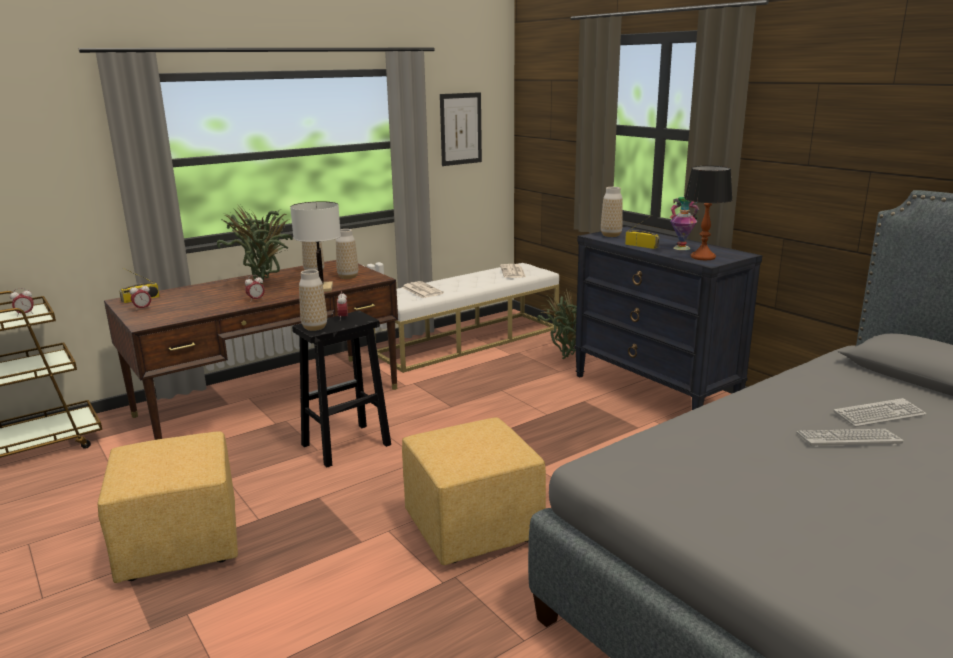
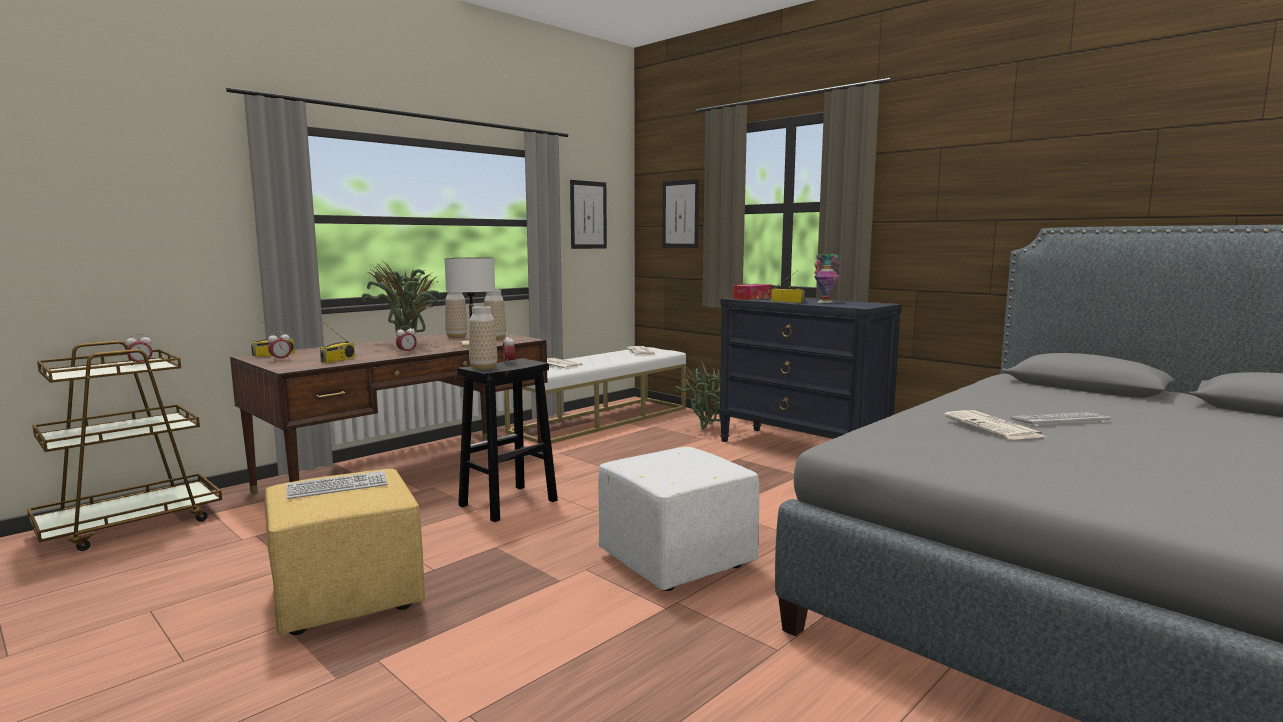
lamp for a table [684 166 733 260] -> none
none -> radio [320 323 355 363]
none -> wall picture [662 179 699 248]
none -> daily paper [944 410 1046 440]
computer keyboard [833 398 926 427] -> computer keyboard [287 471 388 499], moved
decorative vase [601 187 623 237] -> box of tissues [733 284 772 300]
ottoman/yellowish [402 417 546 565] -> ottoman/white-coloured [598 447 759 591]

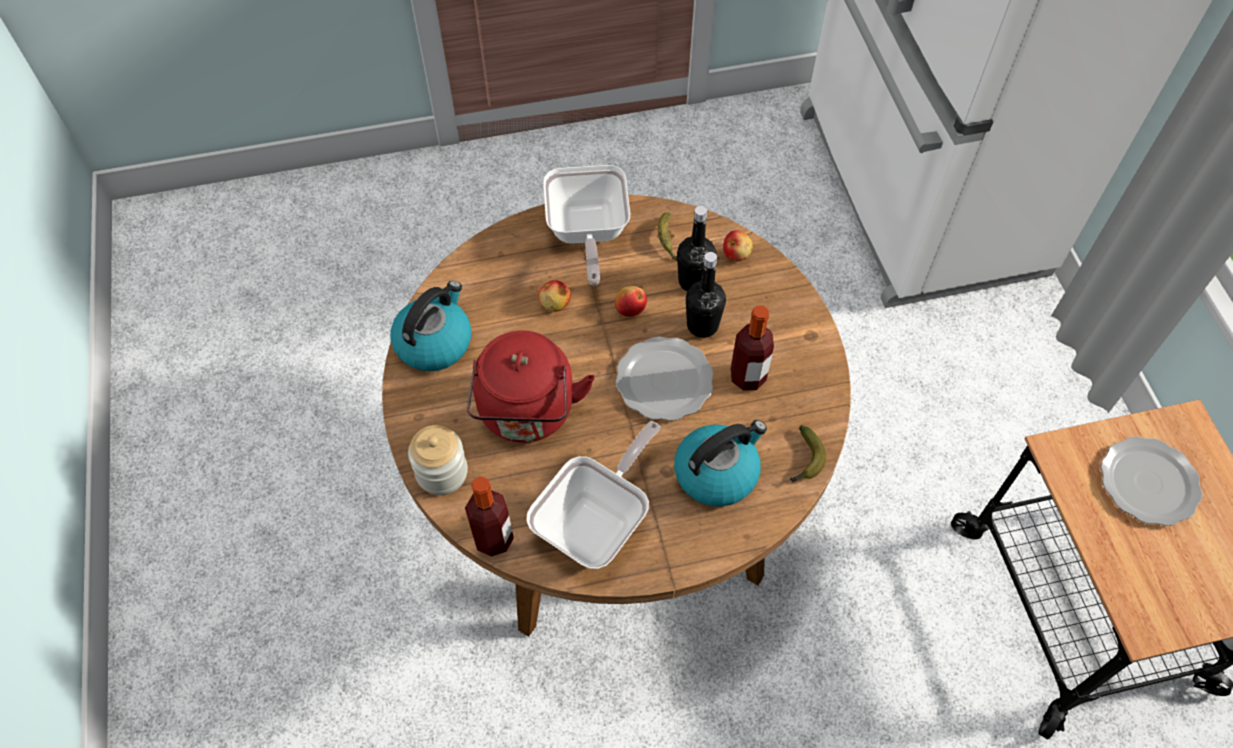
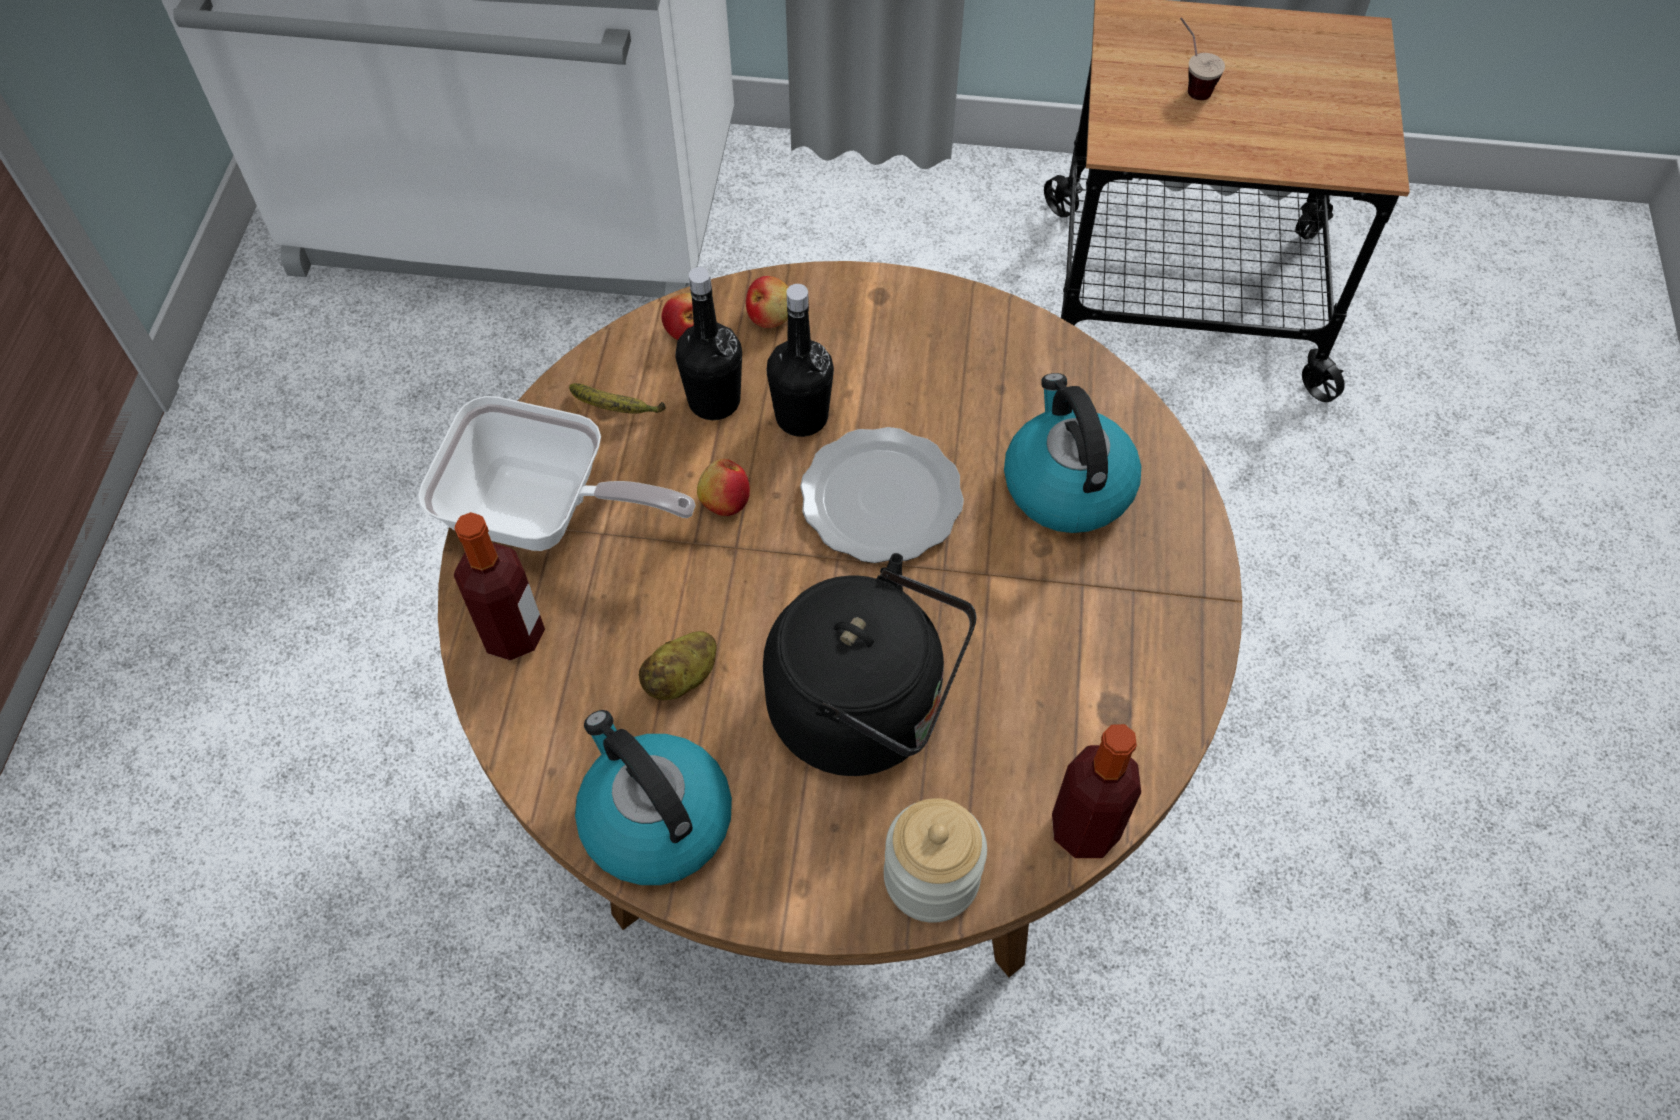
pan [526 421 661 569] -> none
whole banana [790 425 826 483] -> none
none -> potato [639 631 716 700]
whole apple [538 280 571 312] -> whole apple [746 276 788 328], moved
drink bottle [730 306 774 391] -> drink bottle [454 512 545 661], moved
plate [1100 436 1202 526] -> small cup [1180 17 1225 100]
water kettle/red-coloured [467 331 595 443] -> water kettle/black-coloured [763 553 976 776]

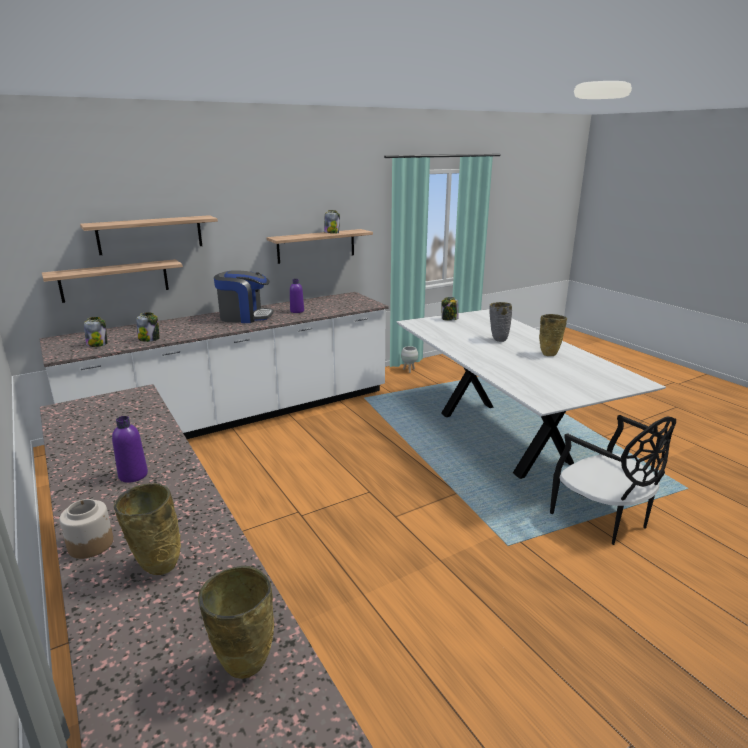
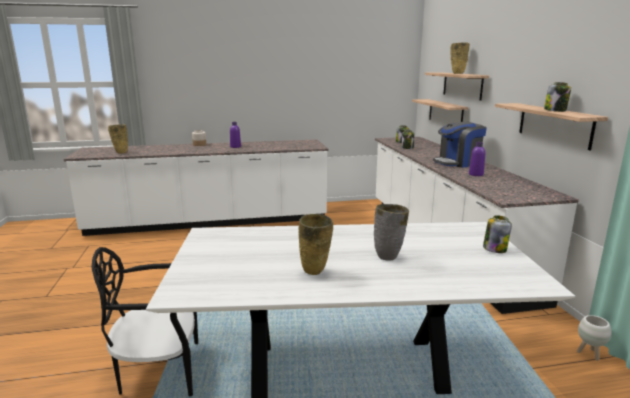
decorative vase/beige [114 483 181 575] -> decorative vase/beige [450 42 469 74], moved
coffee maker [214 270 274 323] -> coffee maker [433 122 487 168], 45 degrees clockwise

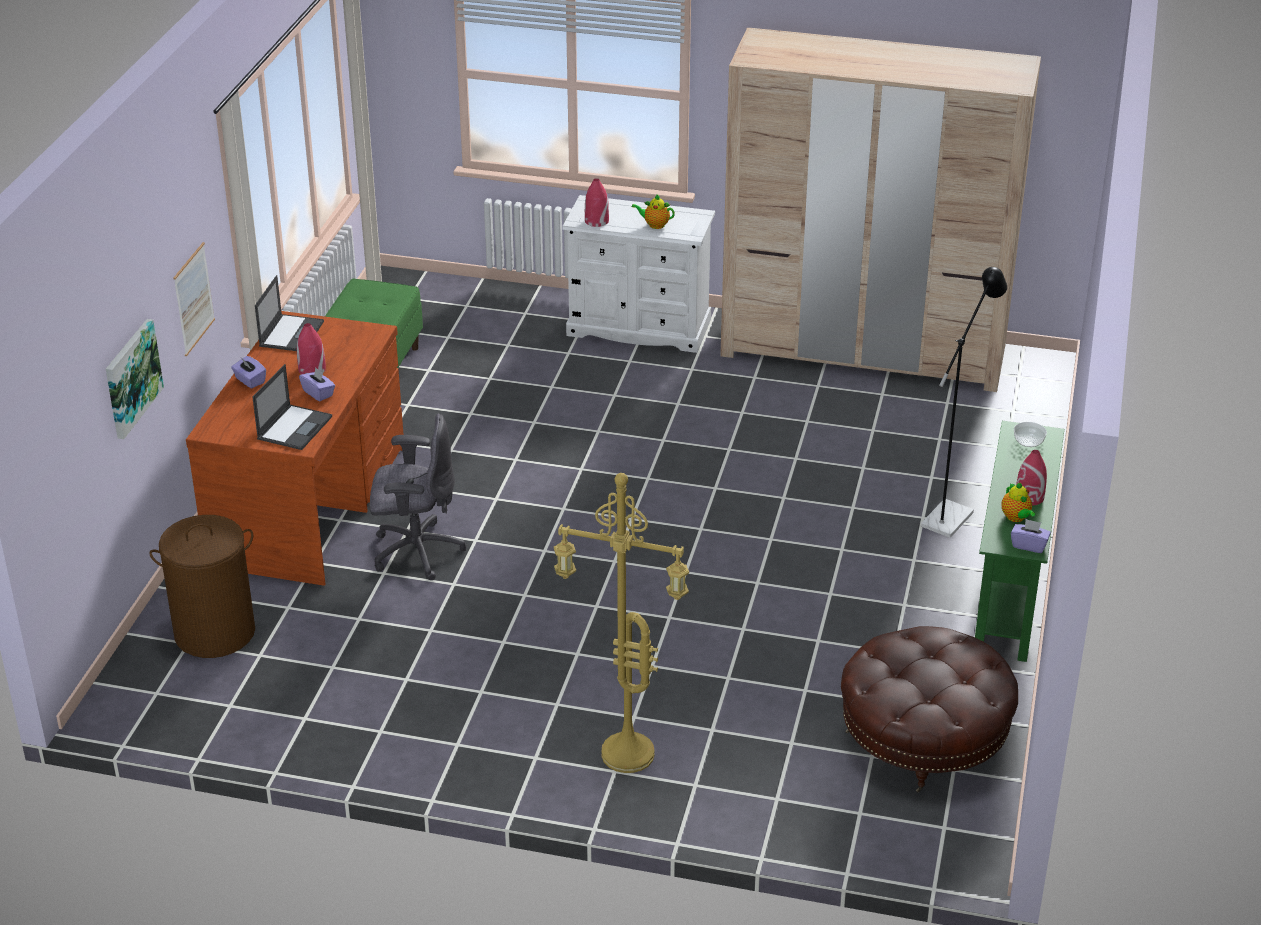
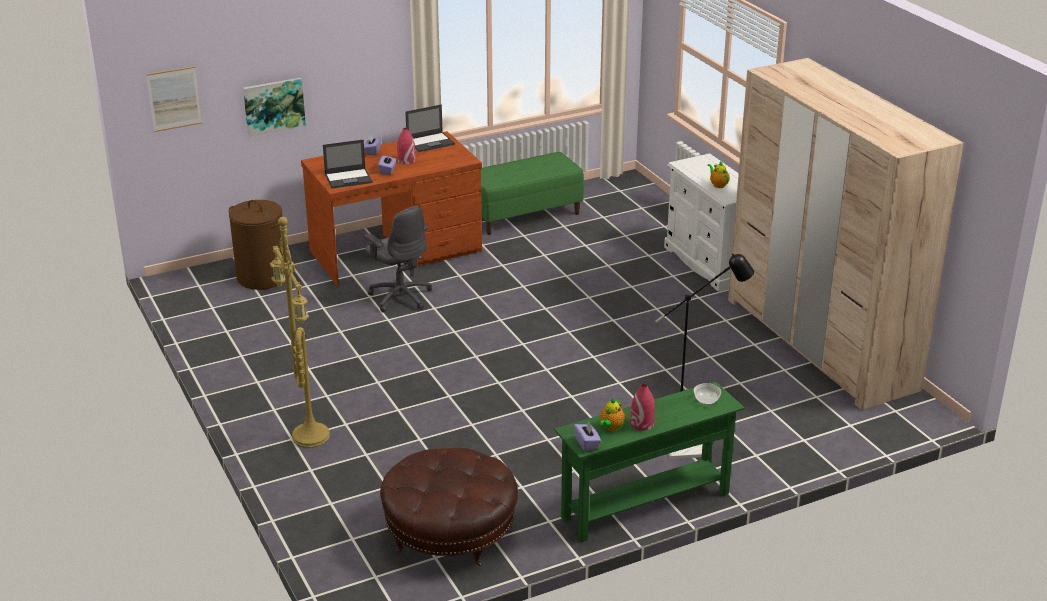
decorative vase/red-coloured [585 178 609 227] -> none
wall picture [174 242 215 356] -> wall picture [146 66 202 132], moved

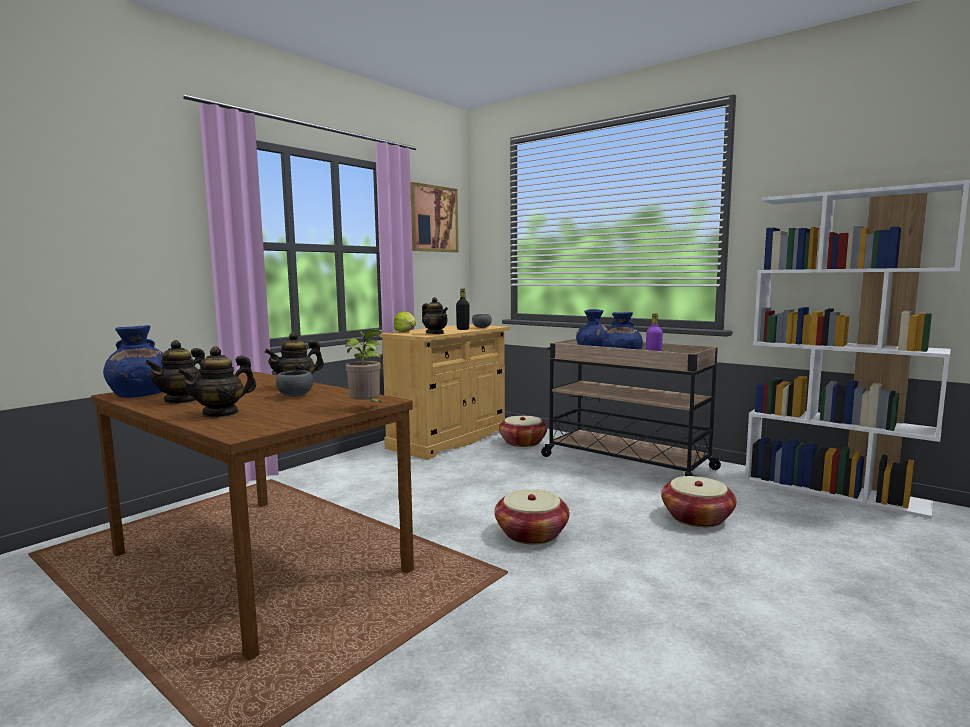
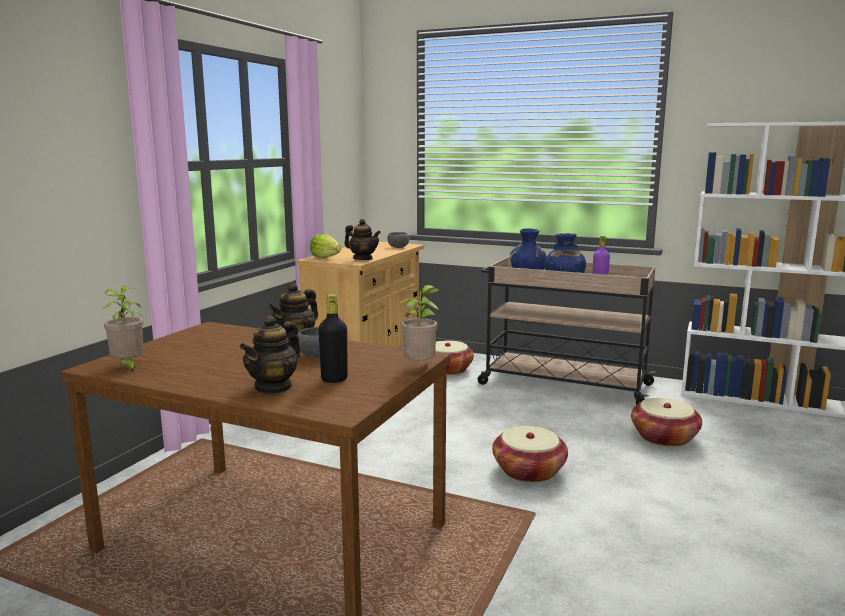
pot for tea [145 340 205 404] -> none
wall picture [410 182 459 252] -> none
drink bottle/black-coloured [456 289 469 330] -> drink bottle/black-coloured [318 294 348 383], moved
decorative vase/bluish [103 325 163 398] -> houseplant [101 286 144 372]

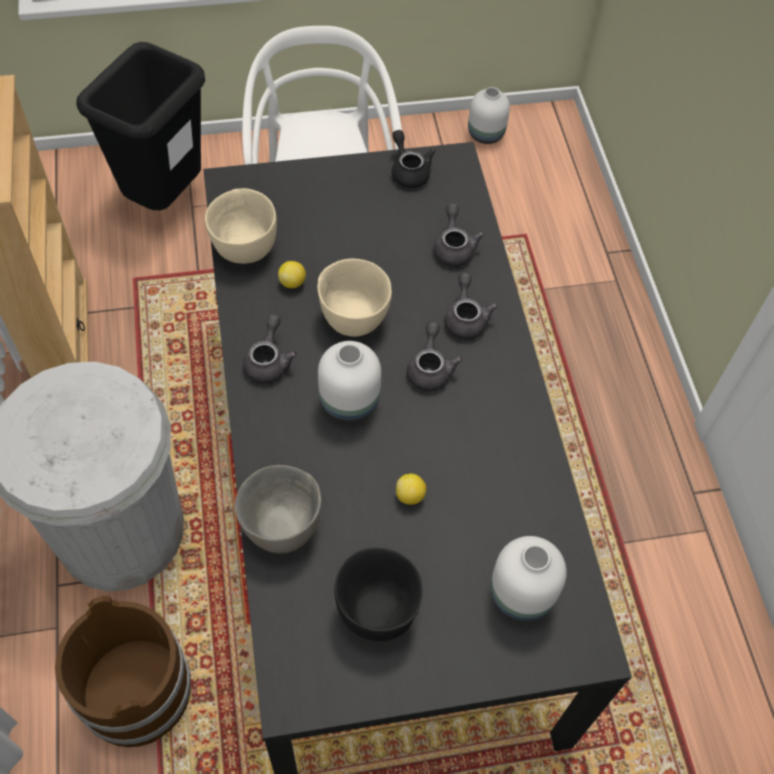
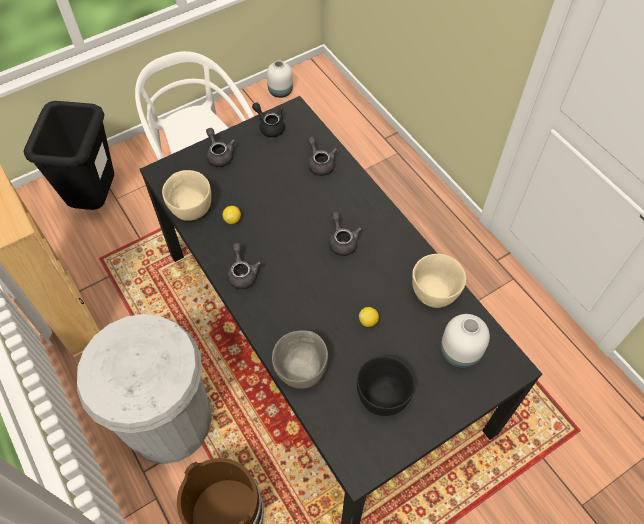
decorative vase/white-coloured [318 341 381 422] -> none
bowl/beige [317 259 392 337] -> bowl/beige [412 254 466 308], moved
pot for tea/greyish [444 272 498 340] -> pot for tea/greyish [206 128 235 167], moved

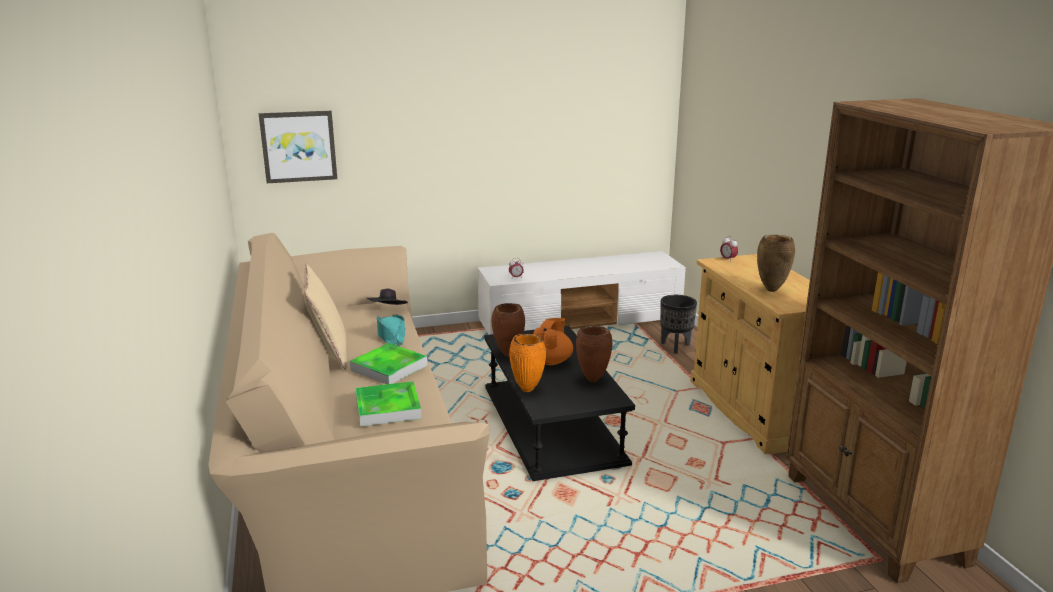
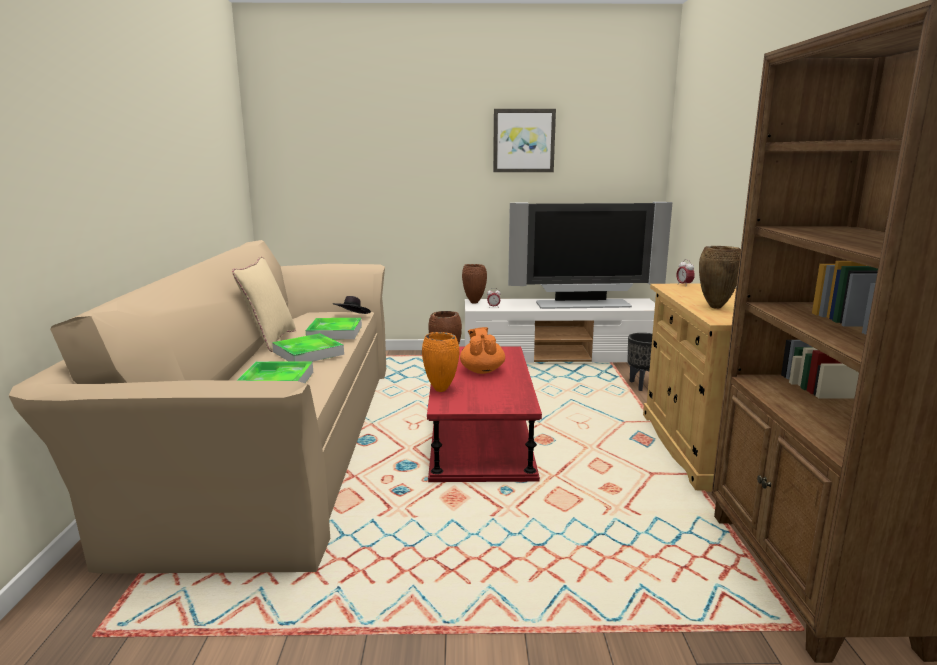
none -> television [508 202 673 309]
wall picture [259 111 337 183] -> wall picture [493 109 556 172], moved
decorative vase/brownish [576 325 612 382] -> decorative vase/brownish [462 264 487 304], moved
clothing hat/turquoise-coloured [377 315 405 346] -> carrying tray [306 318 362 339]
coffee table/black-coloured [484 326 635 481] -> coffee table/red-coloured [427 346 542 482]
pot for tea/orange-coloured [534 318 573 365] -> pot for tea/orange-coloured [460 327 505 374], 45 degrees counterclockwise

